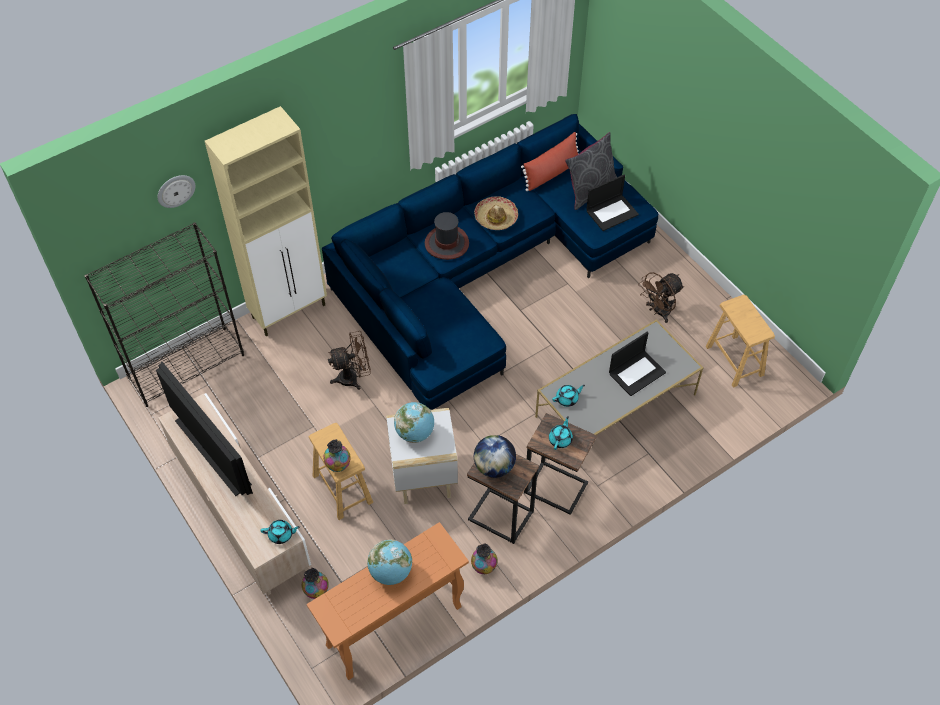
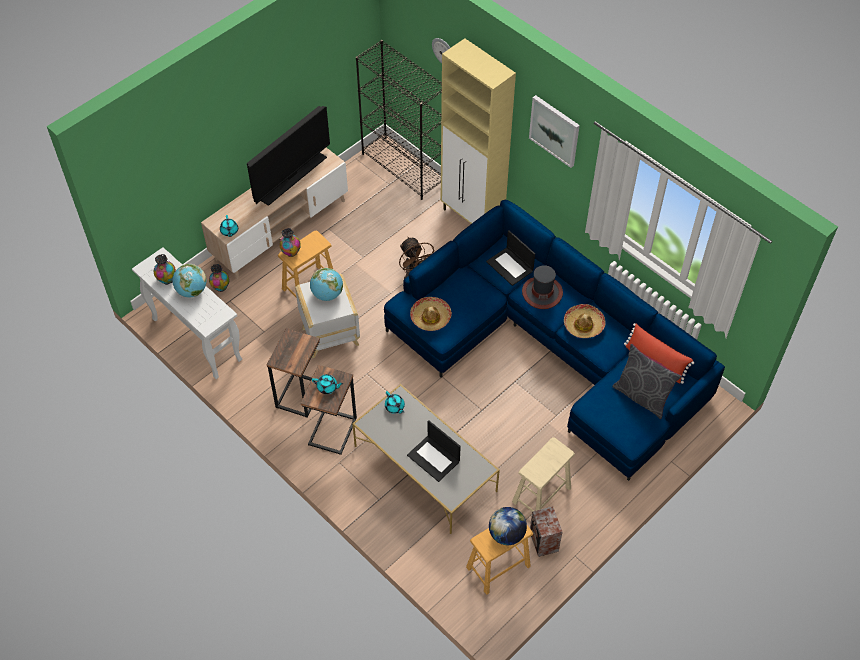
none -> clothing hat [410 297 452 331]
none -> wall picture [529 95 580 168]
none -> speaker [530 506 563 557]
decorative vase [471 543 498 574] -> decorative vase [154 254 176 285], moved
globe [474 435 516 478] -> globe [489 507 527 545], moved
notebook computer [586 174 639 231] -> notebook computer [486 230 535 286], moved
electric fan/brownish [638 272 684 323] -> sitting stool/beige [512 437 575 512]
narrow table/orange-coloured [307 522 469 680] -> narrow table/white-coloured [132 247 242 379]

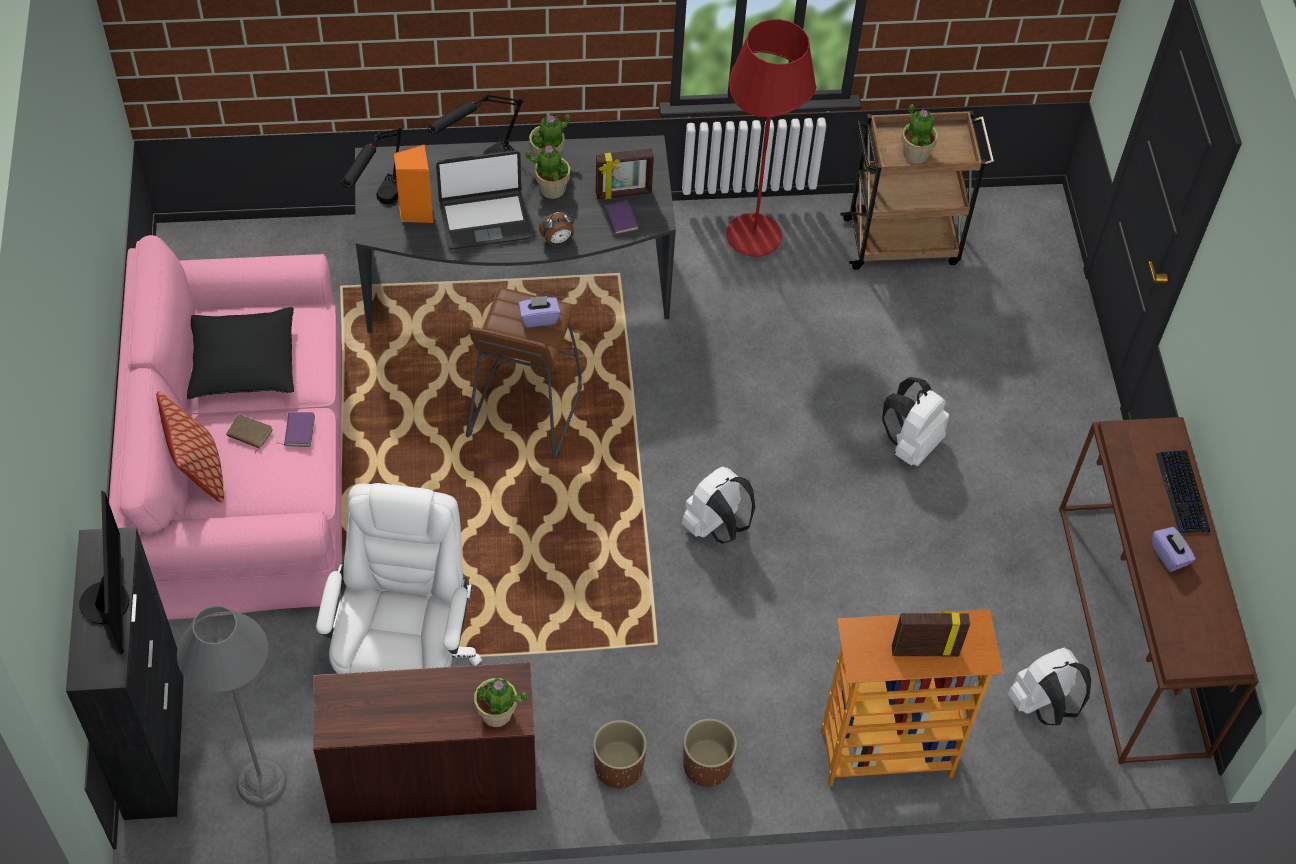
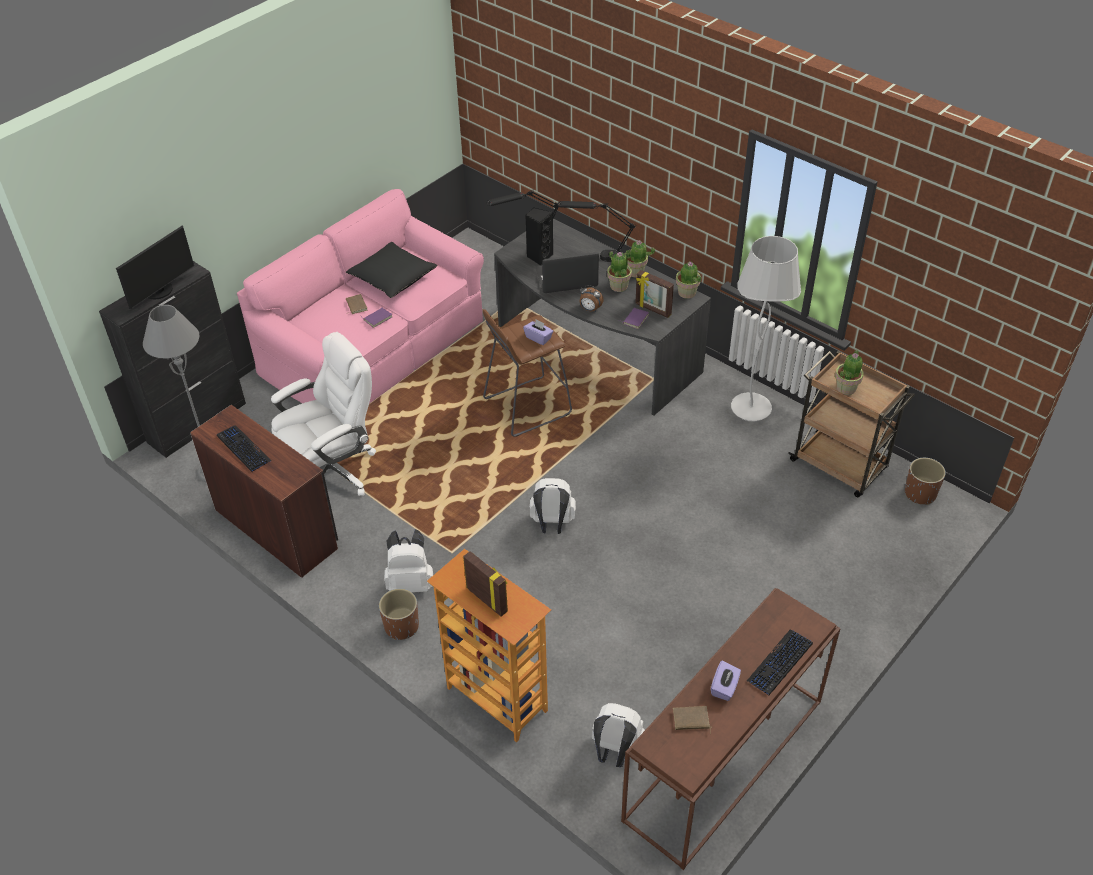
cushion [156 391 224 503] -> none
none -> computer keyboard [217 425 272 473]
none -> bound book/brownish [673 706 711 734]
houseplant [474 677 528 727] -> houseplant [676 262 701 299], moved
planter/brownish [593 720 647 789] -> planter/brownish [905 458 946 505], moved
knapsack/white-coloured [882 377 949 466] -> knapsack/white-coloured [384 529 433 593], moved
speaker/orange-coloured [394 145 433 223] -> speaker/black-coloured [525 208 553 266]
standard lamp/red-coloured [726 19 817 257] -> standard lamp/white-coloured [731 236 801 422]
notebook computer [436 150 531 250] -> notebook computer [536 252 599 293], 135 degrees clockwise

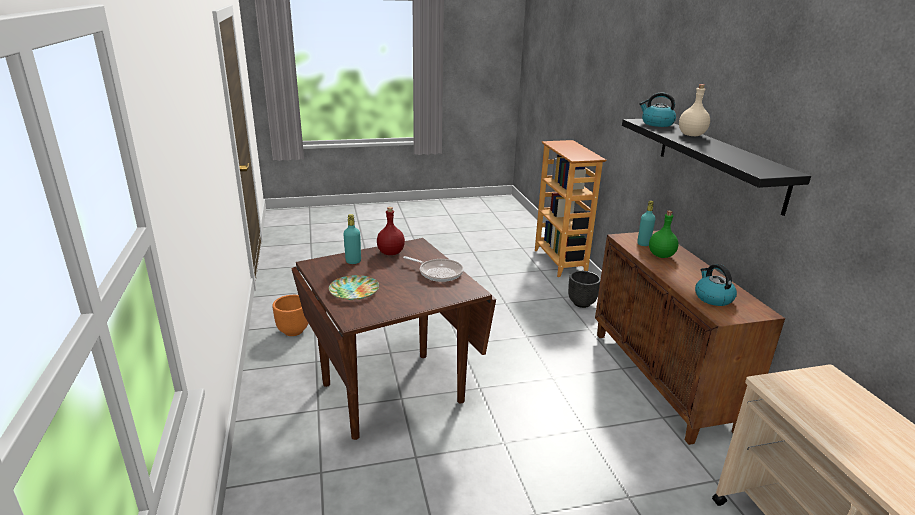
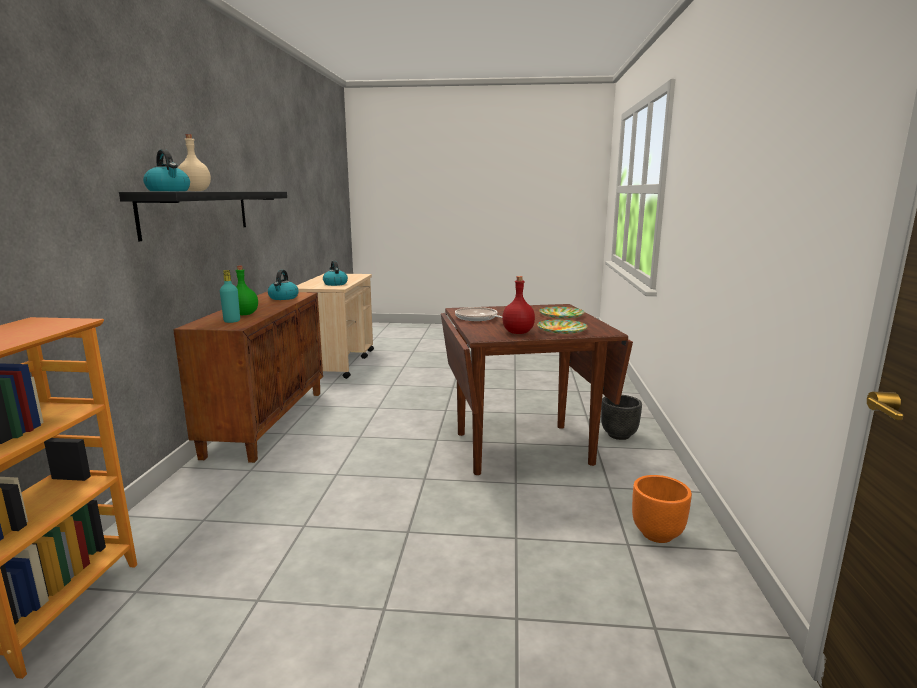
none -> water kettle [323 261 348 286]
planter/black-coloured [568 271 601 308] -> planter/black-coloured [601 395 642 440], moved
drink bottle/turquoise-coloured [344 214 361 264] -> plate [537 319 588 334]

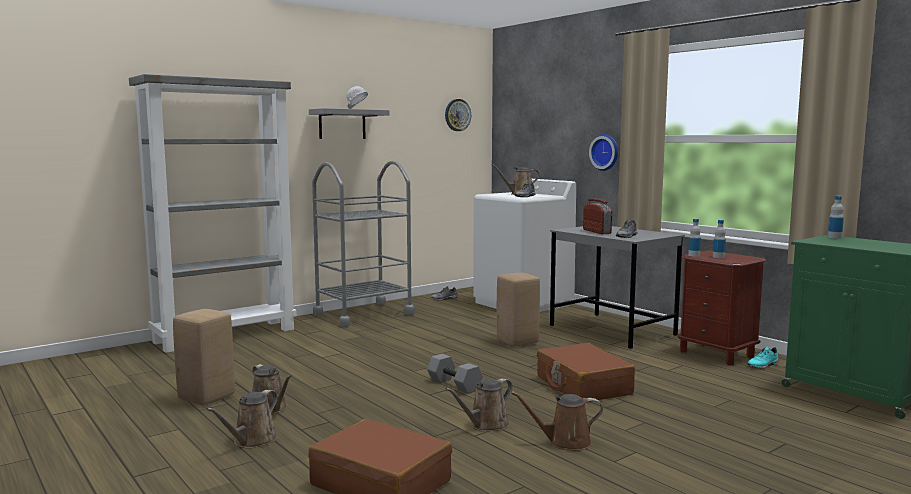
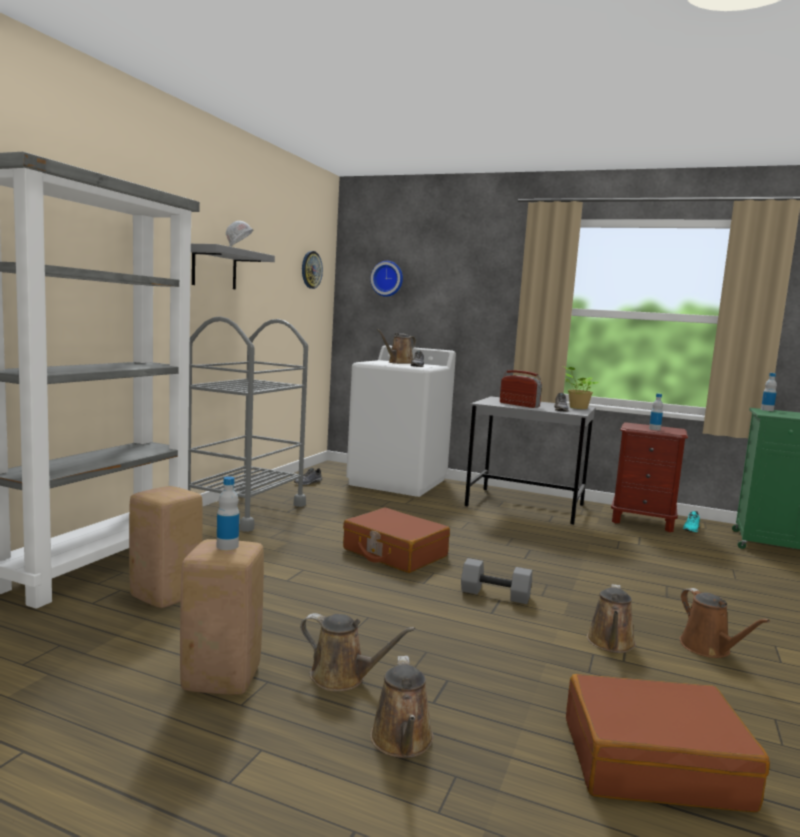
none -> houseplant [563 366 599 409]
sitting stool/beige [496 273 540 346] -> sitting stool/beige [129 486 203 608], moved
suitcase/brownish [537 343 635 402] -> suitcase/brownish [343 507 450 573], moved
clock on the wall [589 134 618 171] -> clock on the wall [371 261 403 297], moved
drink bottle [688 219 701 257] -> drink bottle [217 477 239 550], moved
sprinkling can/brownish [511 391 603 451] -> sprinkling can/brownish [679 588 770 658], 75 degrees counterclockwise

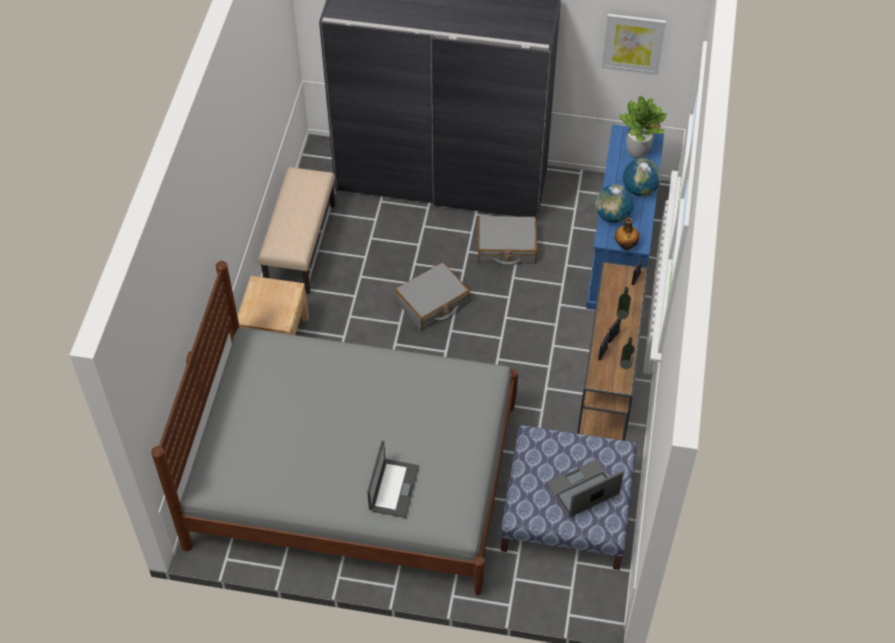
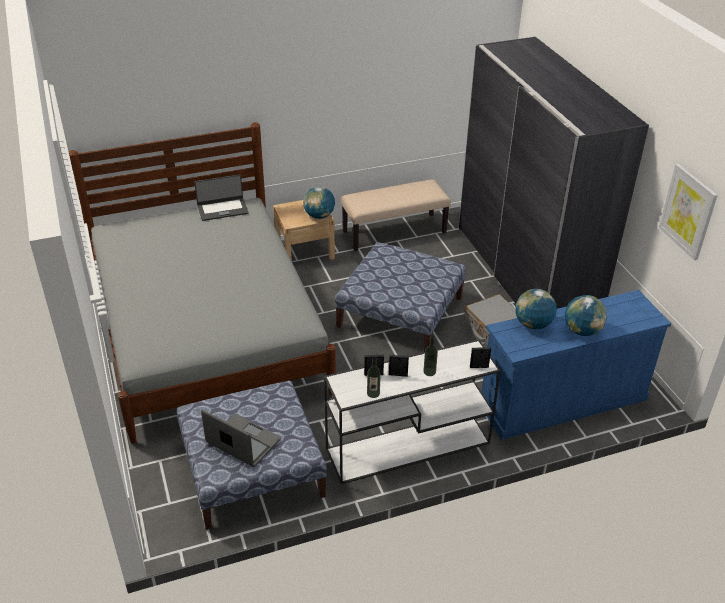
drink bottle [615 218 639 250] -> none
houseplant [619 96 667 159] -> none
none -> globe [303 187 335 219]
notebook computer [367 441 419 518] -> notebook computer [194 174 249 221], moved
suitcase/greyish [395 262 470 330] -> ottoman [335 242 466 352]
narrow table/brownish [577 261 648 441] -> narrow table/white-coloured [324 339 501 484]

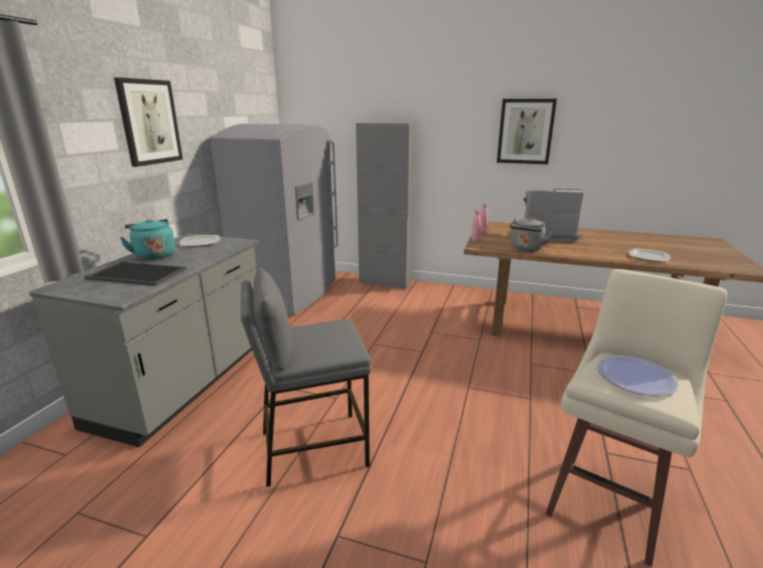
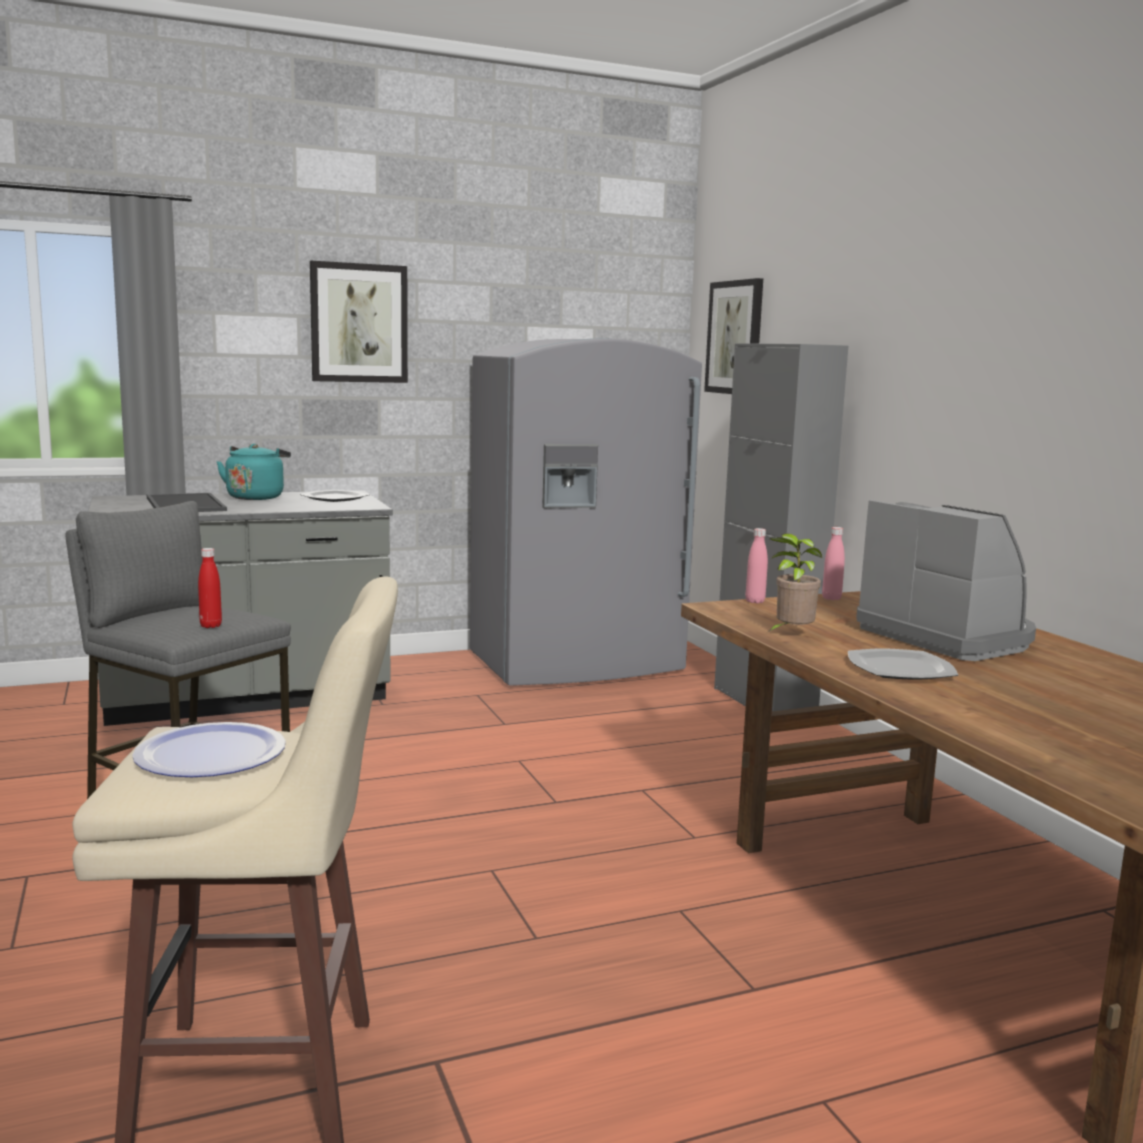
none -> drink bottle/red-coloured [198 548 222 628]
wall picture [497 99 557 164] -> wall picture [704 278 763 394], moved
plate [628 248 671 262] -> plate [848 648 958 680], moved
water kettle/greyish [510 217 553 251] -> houseplant [767 533 822 633]

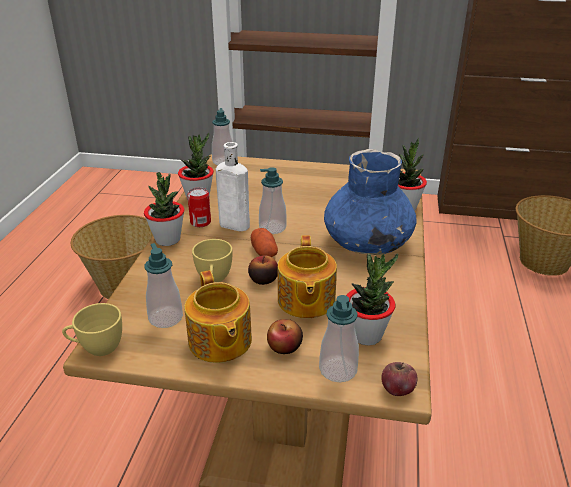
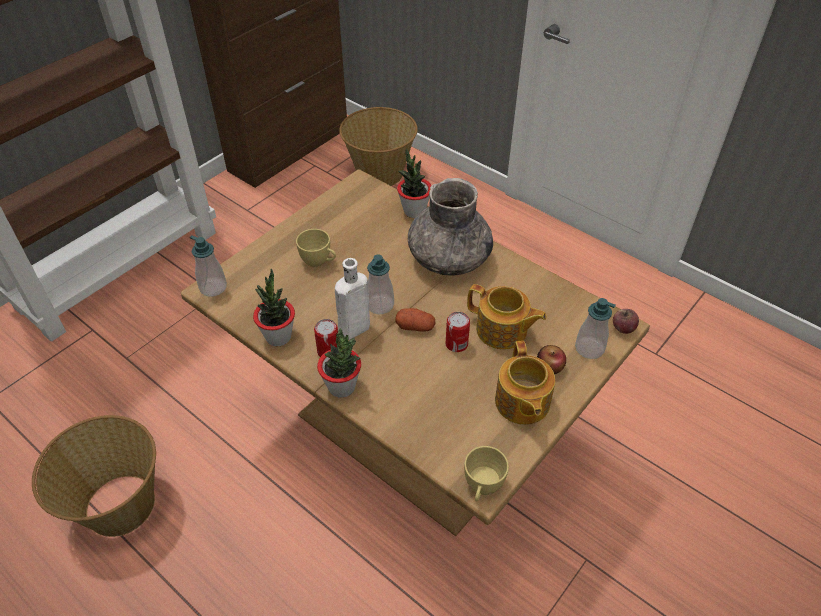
liquid soap bottle [144 243 183 328] -> none
houseplant [346 253 398 346] -> none
small cup/yellowish [192 239 232 282] -> small cup/yellowish [296 229 336 267], moved
whole apple [248 256 278 285] -> metal can [446 312 470 352]
decorative vase/bluish [324 149 417 255] -> decorative vase/greyish [408 178 493 276]
pot for tea [184 270 252 363] -> pot for tea [495 341 555 425], 75 degrees clockwise

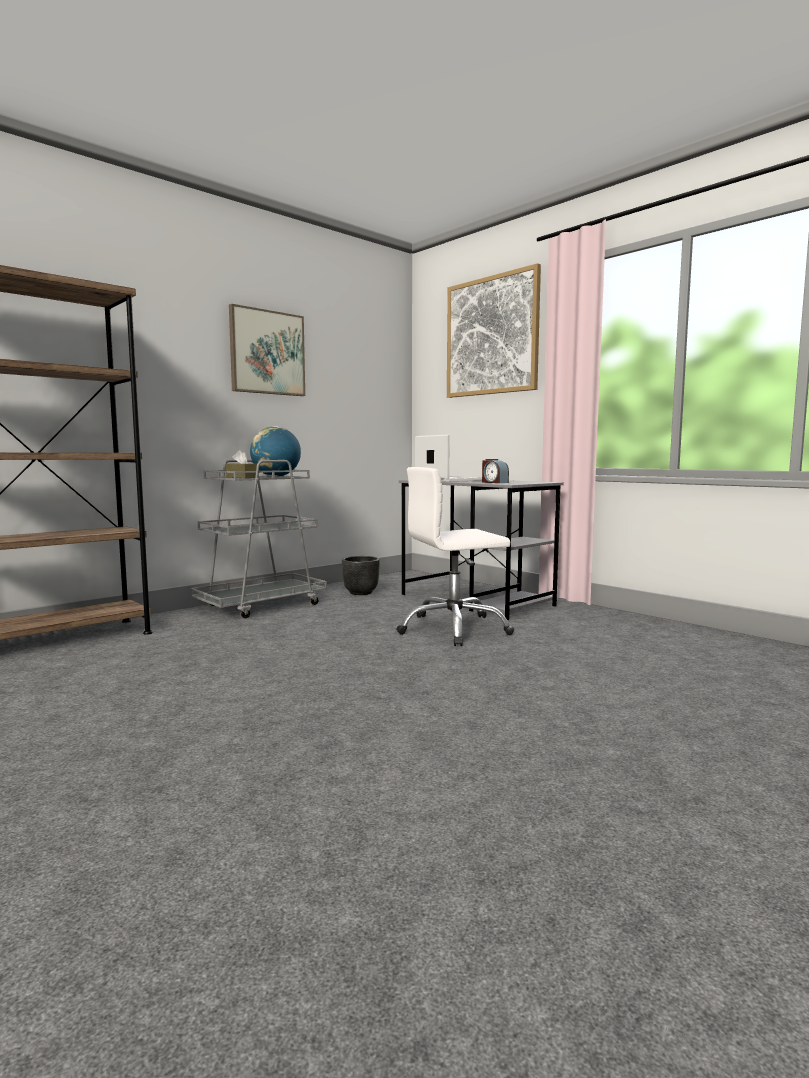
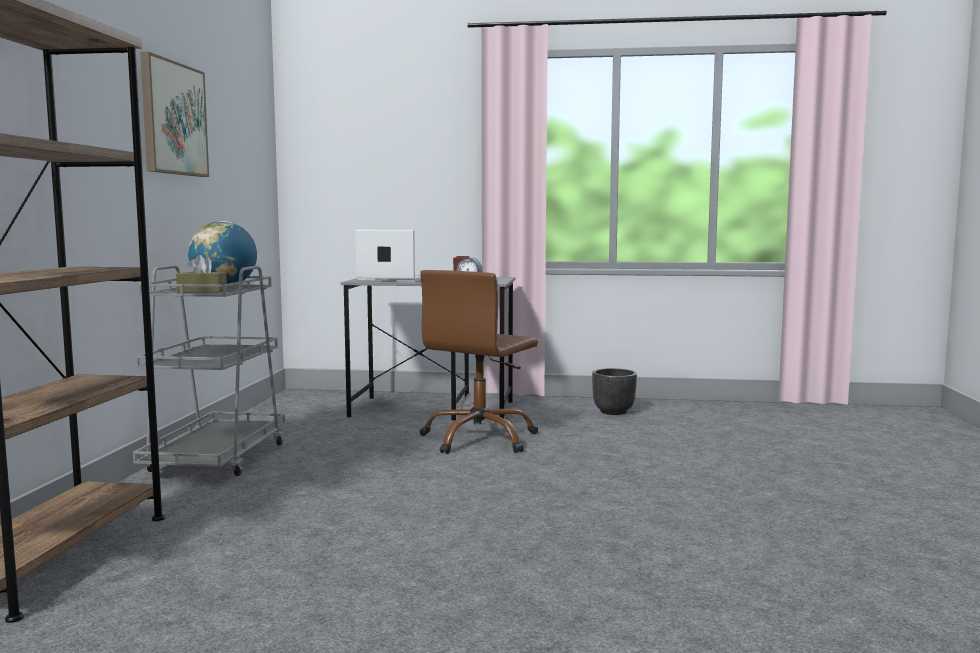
wall picture [447 263 541 398] -> none
planter/black-coloured [342 556 380 595] -> planter/black-coloured [592 368 637 415], moved
computer chair/white-coloured [397 467 514 646] -> computer chair/brownish [419 270 538 454]

